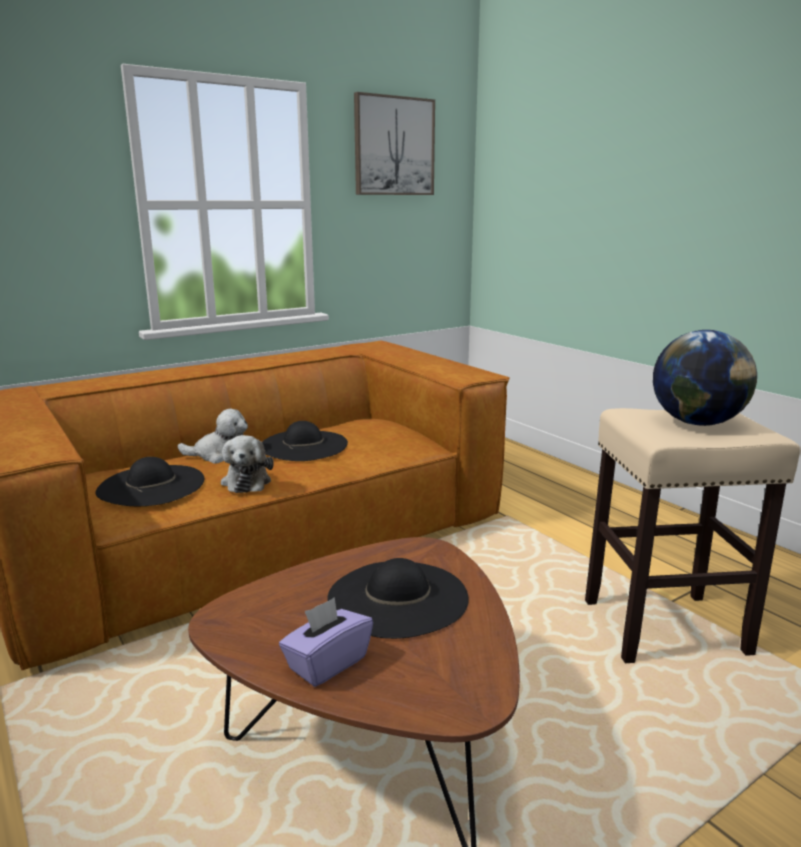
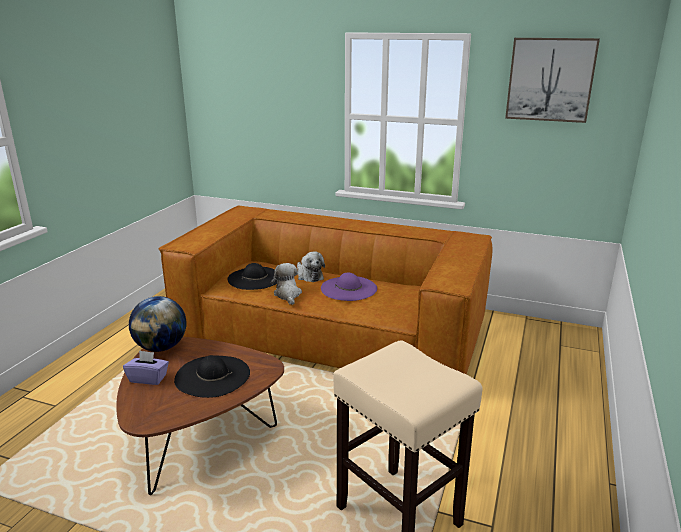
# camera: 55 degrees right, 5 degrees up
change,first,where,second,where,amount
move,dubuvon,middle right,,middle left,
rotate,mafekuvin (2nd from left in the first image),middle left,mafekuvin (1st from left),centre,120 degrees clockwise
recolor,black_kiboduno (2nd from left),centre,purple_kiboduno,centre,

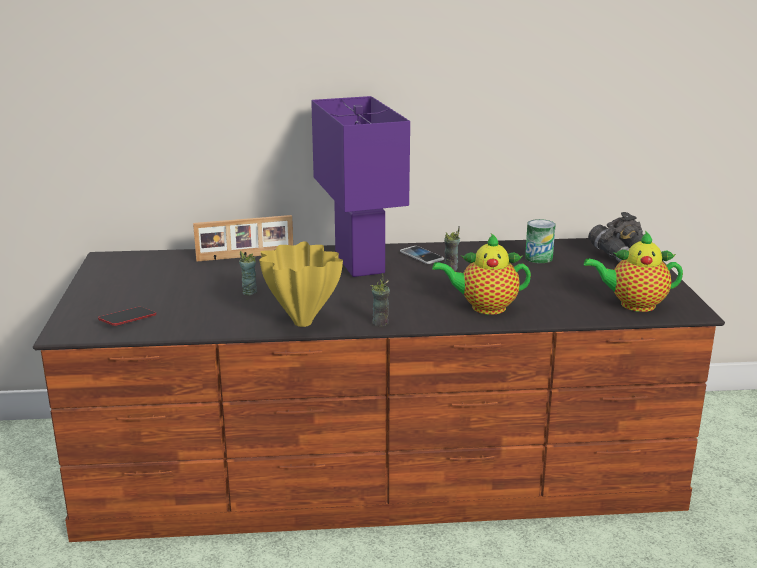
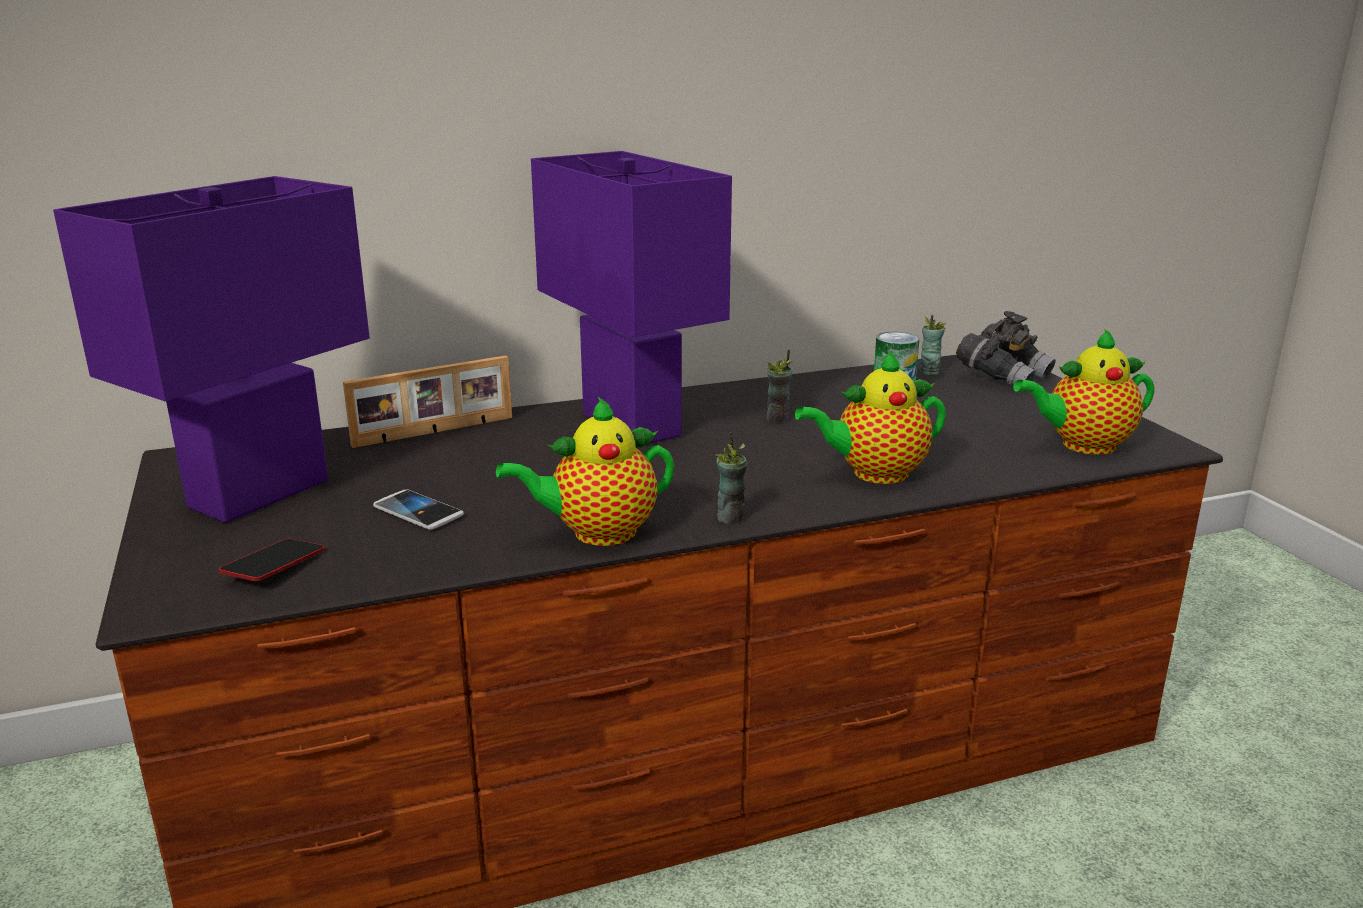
# camera: 15 degrees left, 0 degrees up
change,first,where,second,where,amount
insert,,,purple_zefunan (1st from left),middle left,
move,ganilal (2nd from left),centre,,middle left,
replace,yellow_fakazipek,centre,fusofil (1st from left),centre,
move,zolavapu (1st from left in the first image),middle left,zolavapu (3rd from left),middle right,

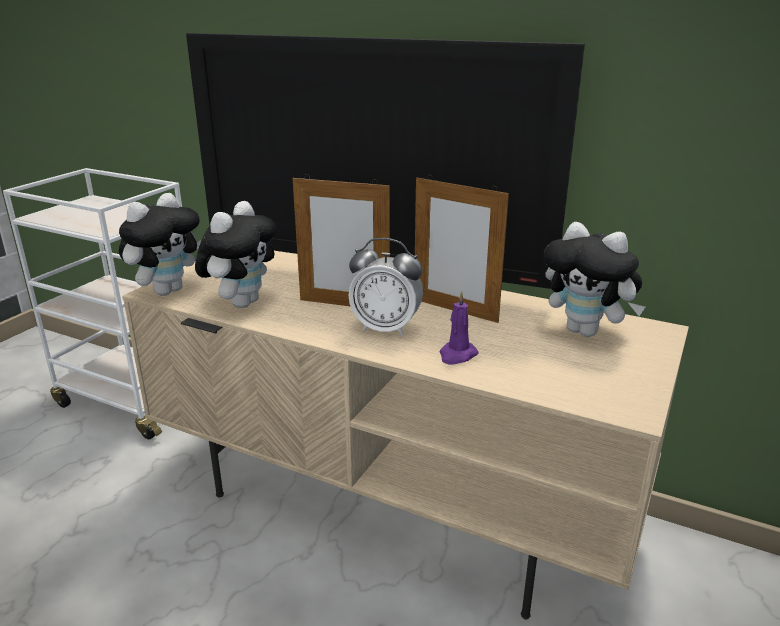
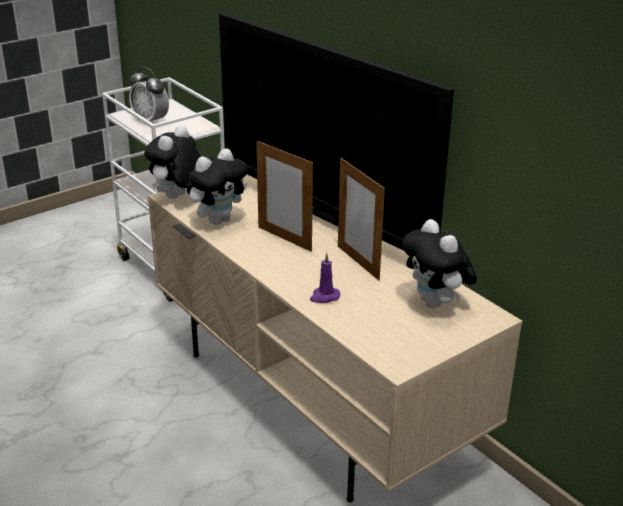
# camera: 25 degrees right, 5 degrees up
change,first,where,second,where,amount
move,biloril,centre,,top left,
rotate,mafekuvin (1st from left),middle left,,top left,150 degrees clockwise

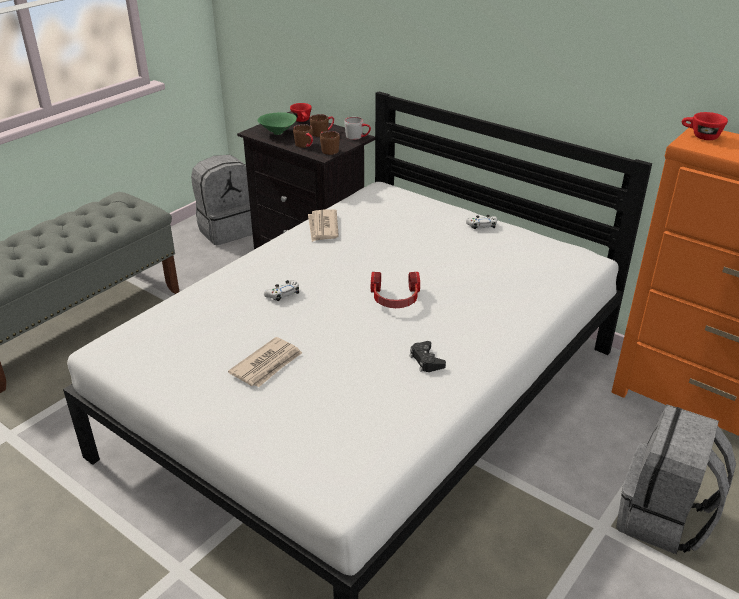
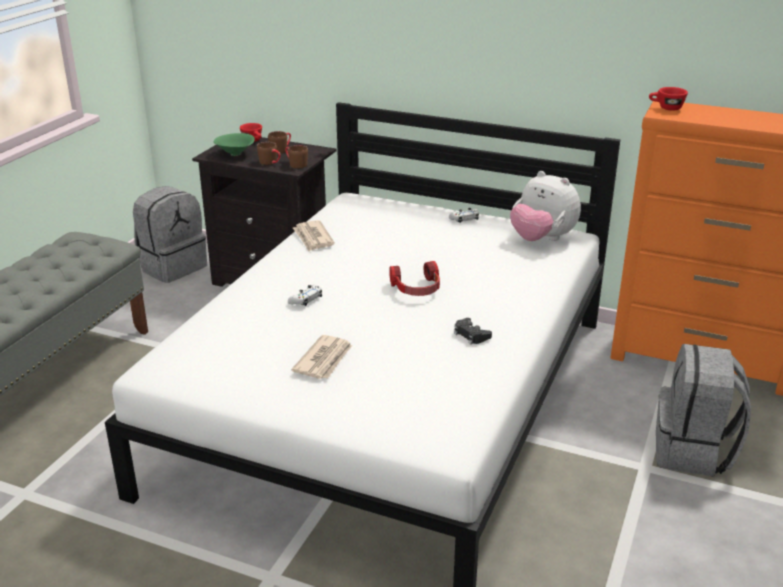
# camera: 15 degrees left, 5 degrees down
change,first,where,second,where,amount
insert,,,mafekuvin,middle right,
delete,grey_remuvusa,top centre,,,

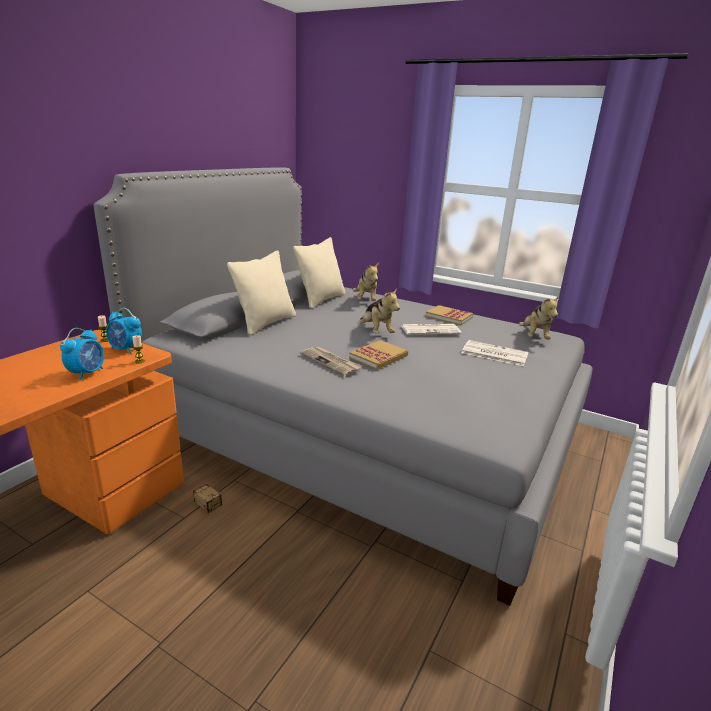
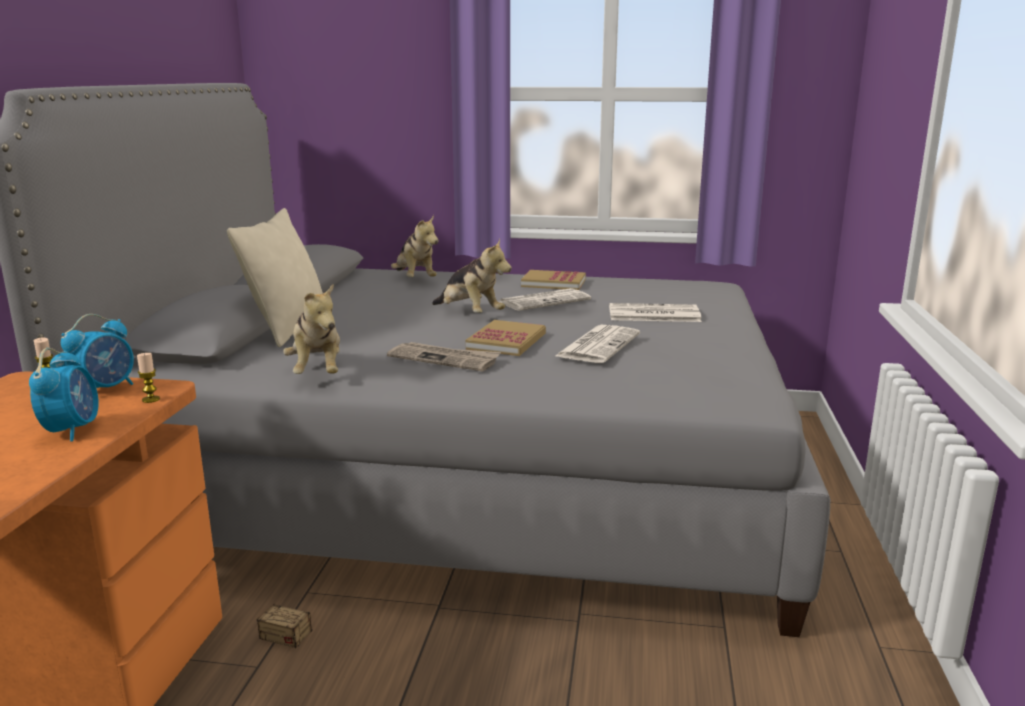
# camera: 20 degrees left, 5 degrees down
change,first,where,second,where,amount
rotate,biloril (2nd from left),middle left,,middle left,60 degrees counterclockwise
move,mafekuvin (3rd from left in the first image),middle right,mafekuvin (1st from left),middle left,
insert,,,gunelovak (3rd from left),centre,
delete,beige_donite (2nd from left),centre,,,

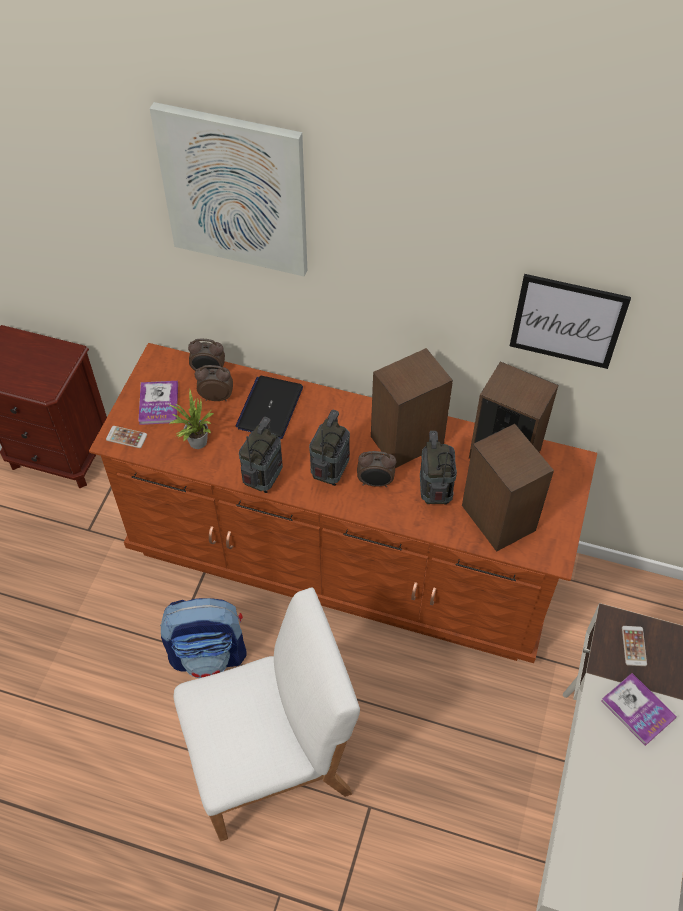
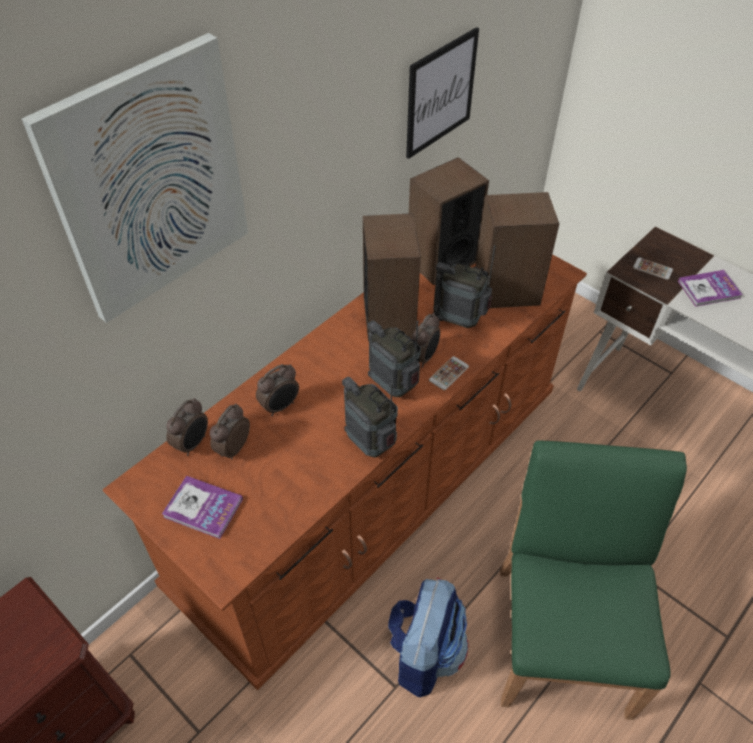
# camera: 65 degrees left, 5 degrees down
change,first,where,second,where,amount
replace,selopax,centre,biloril (3rd from left),centre,
move,ganilal (1st from left),middle left,,centre,
recolor,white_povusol,bottom centre,green_povusol,bottom right,
delete,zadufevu,middle left,,,

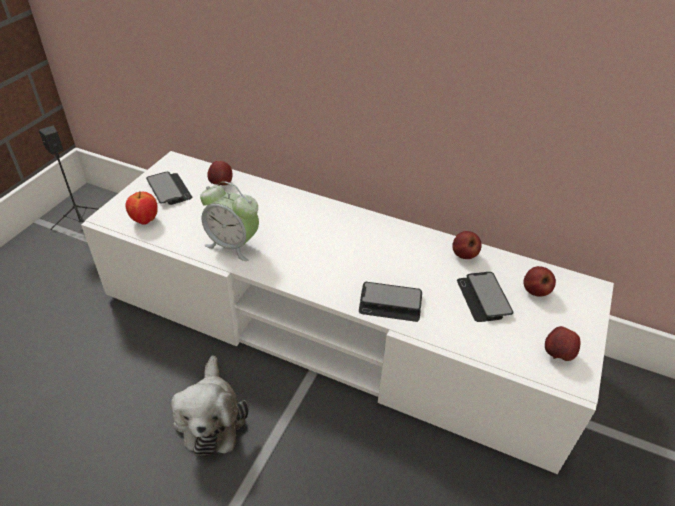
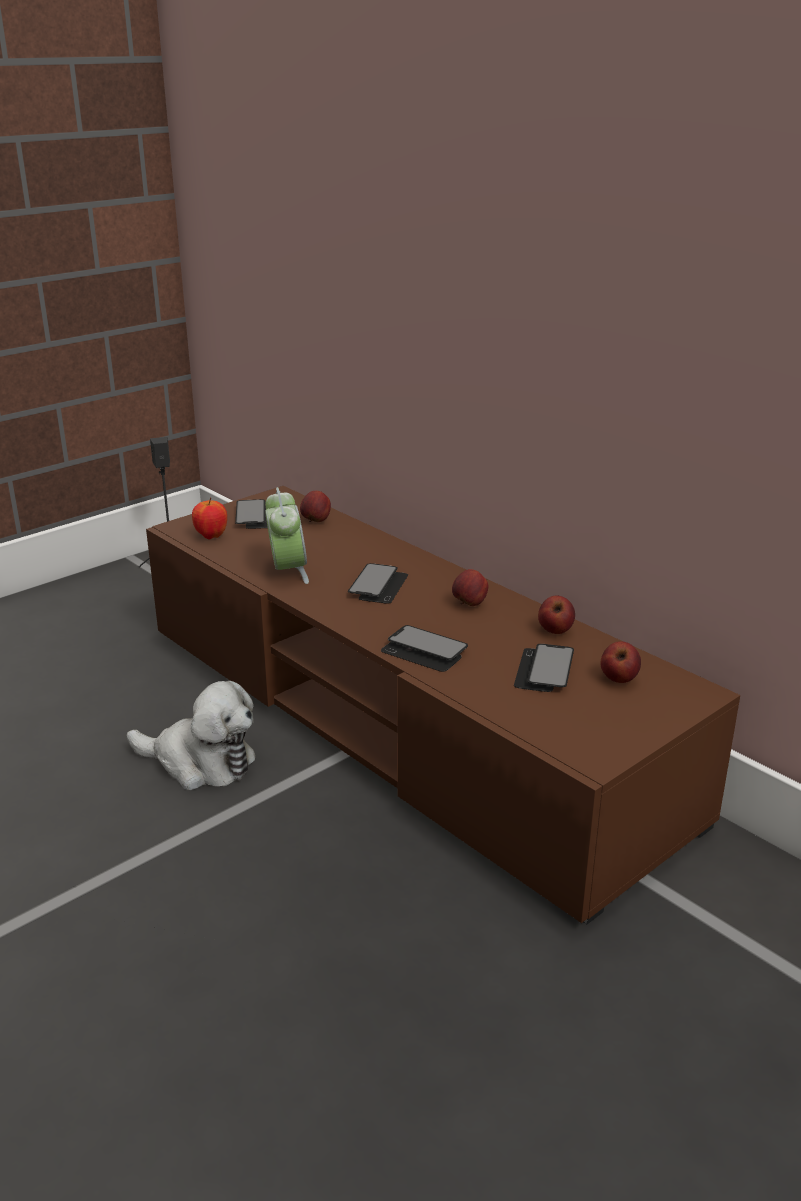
# camera: 25 degrees right, 15 degrees down
change,first,where,second,where,amount
rotate,mafekuvin,bottom left,,middle left,90 degrees counterclockwise
recolor,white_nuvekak,centre,brown_nuvekak,centre,
rotate,biloril,centre,,centre,150 degrees counterclockwise
insert,,,ganilal (2nd from left),centre,
move,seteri (5th from left in the first image),bottom right,seteri (3rd from left),centre,

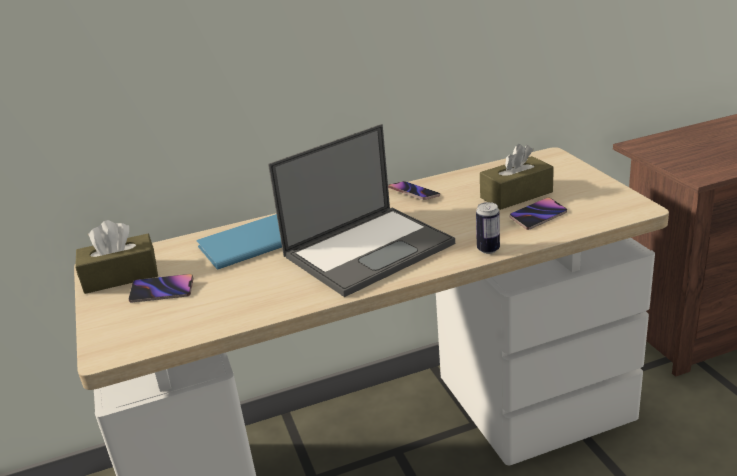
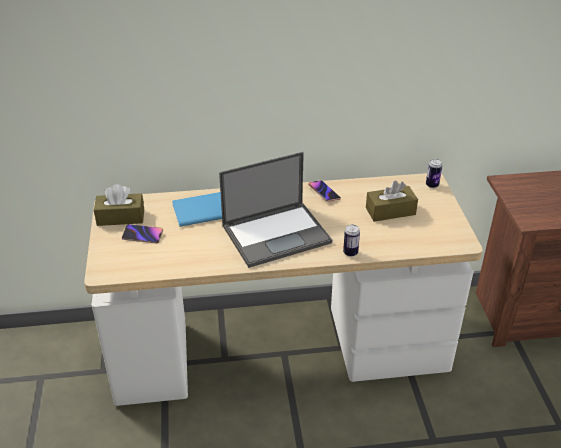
# camera: 10 degrees right, 10 degrees up
change,first,where,second,where,amount
insert,,,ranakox (2nd from left),middle right,
delete,ganilal (3rd from left),middle right,,,

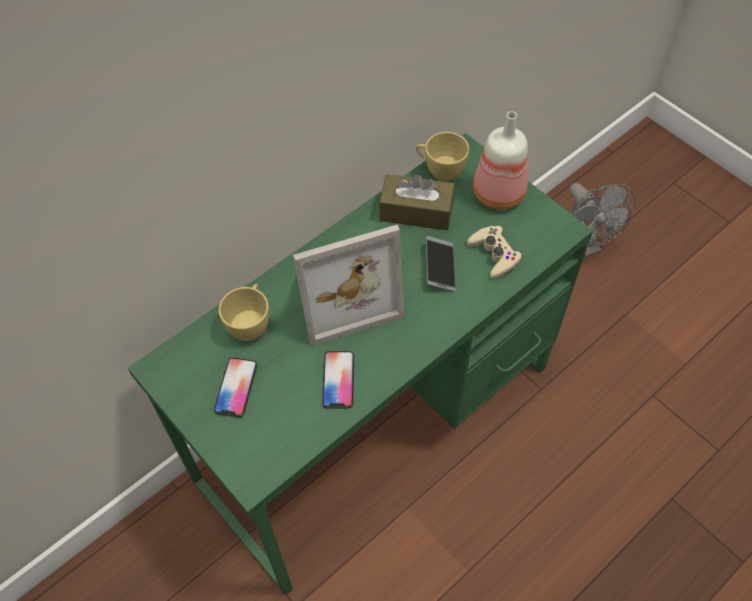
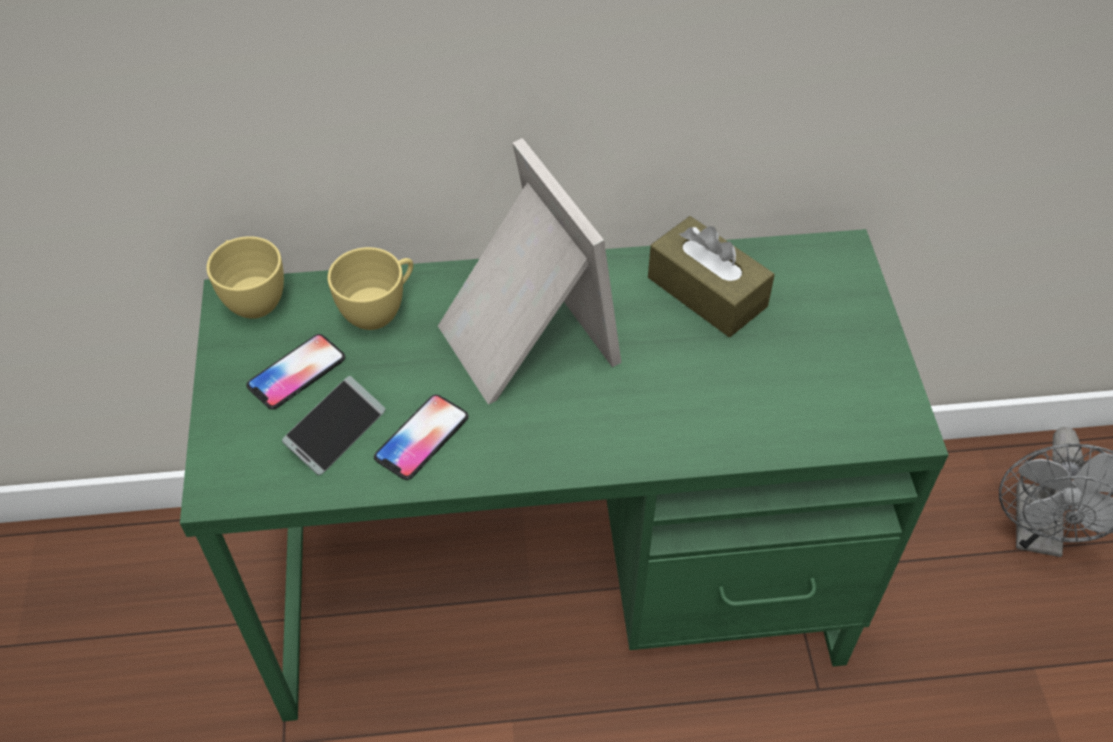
# camera: 35 degrees right, 5 degrees down
change,first,where,second,where,amount
move,yellow_zolavapu (2nd from left in the first image),top centre,yellow_zolavapu (1st from left),middle left,
move,ganilal (3rd from left in the first image),centre,ganilal (2nd from left),middle left,
rotate,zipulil,centre,,centre,135 degrees counterclockwise
delete,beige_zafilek,centre,,,
delete,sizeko,top centre,,,

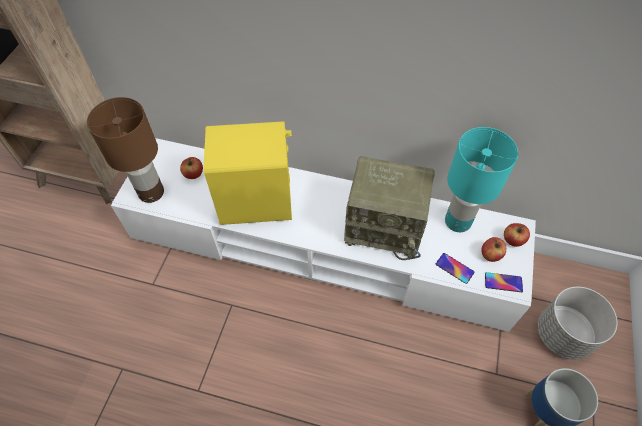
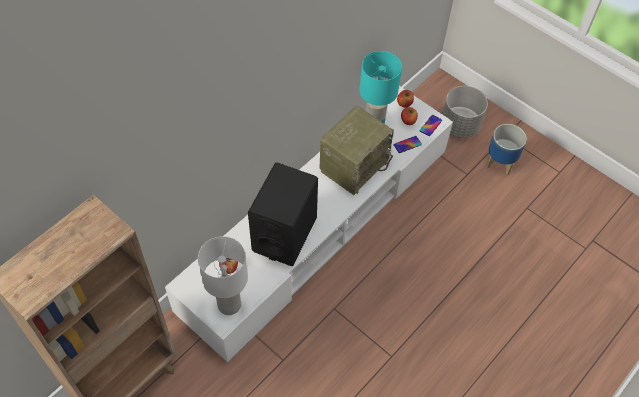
# camera: 65 degrees left, 0 degrees up
change,first,where,second,where,amount
recolor,brown_zefunan,middle left,white_zefunan,bottom centre,
recolor,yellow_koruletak,centre,black_koruletak,centre,

